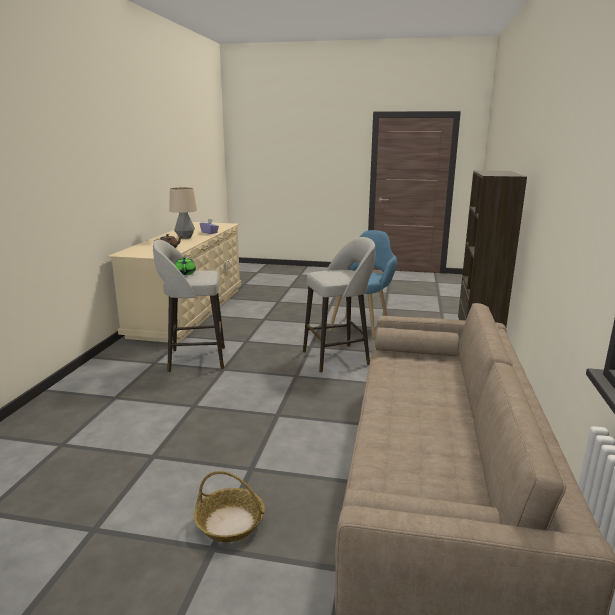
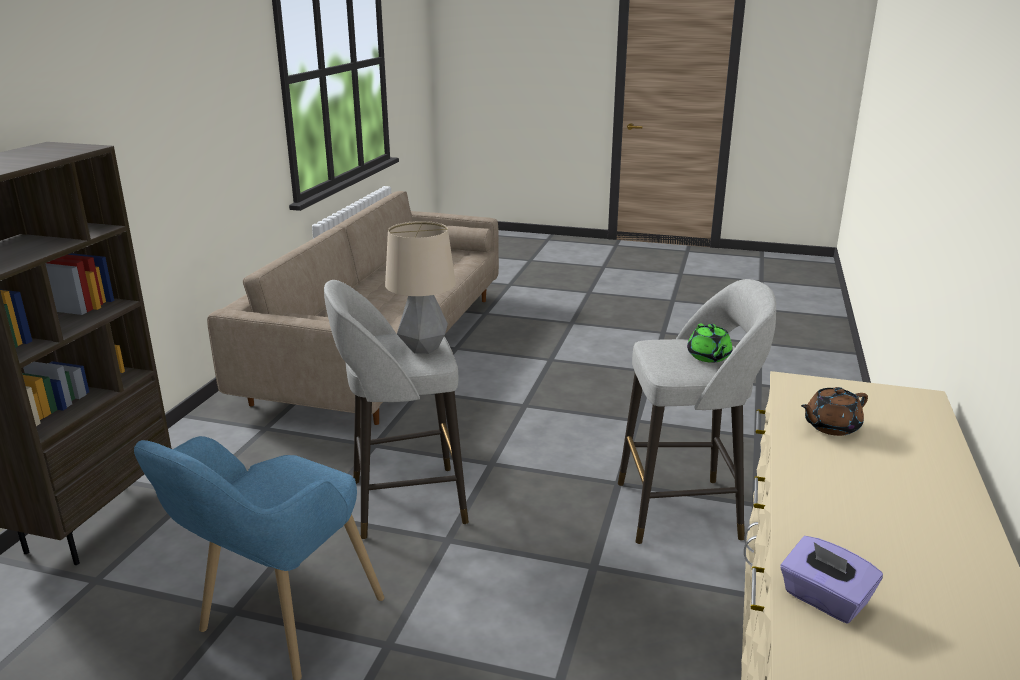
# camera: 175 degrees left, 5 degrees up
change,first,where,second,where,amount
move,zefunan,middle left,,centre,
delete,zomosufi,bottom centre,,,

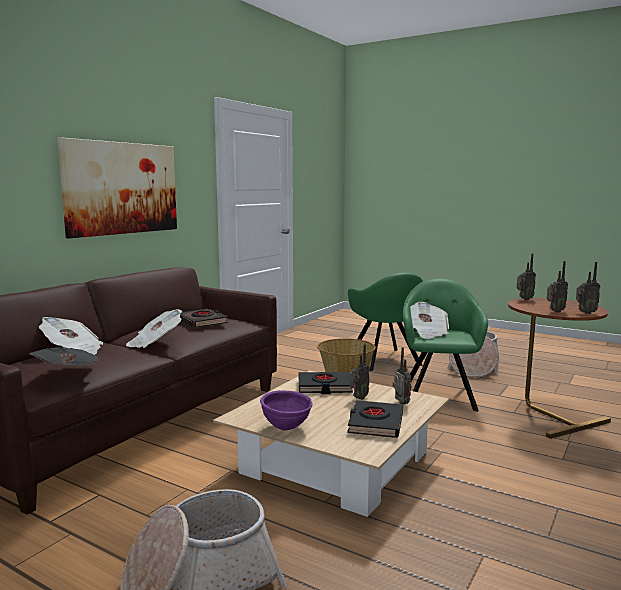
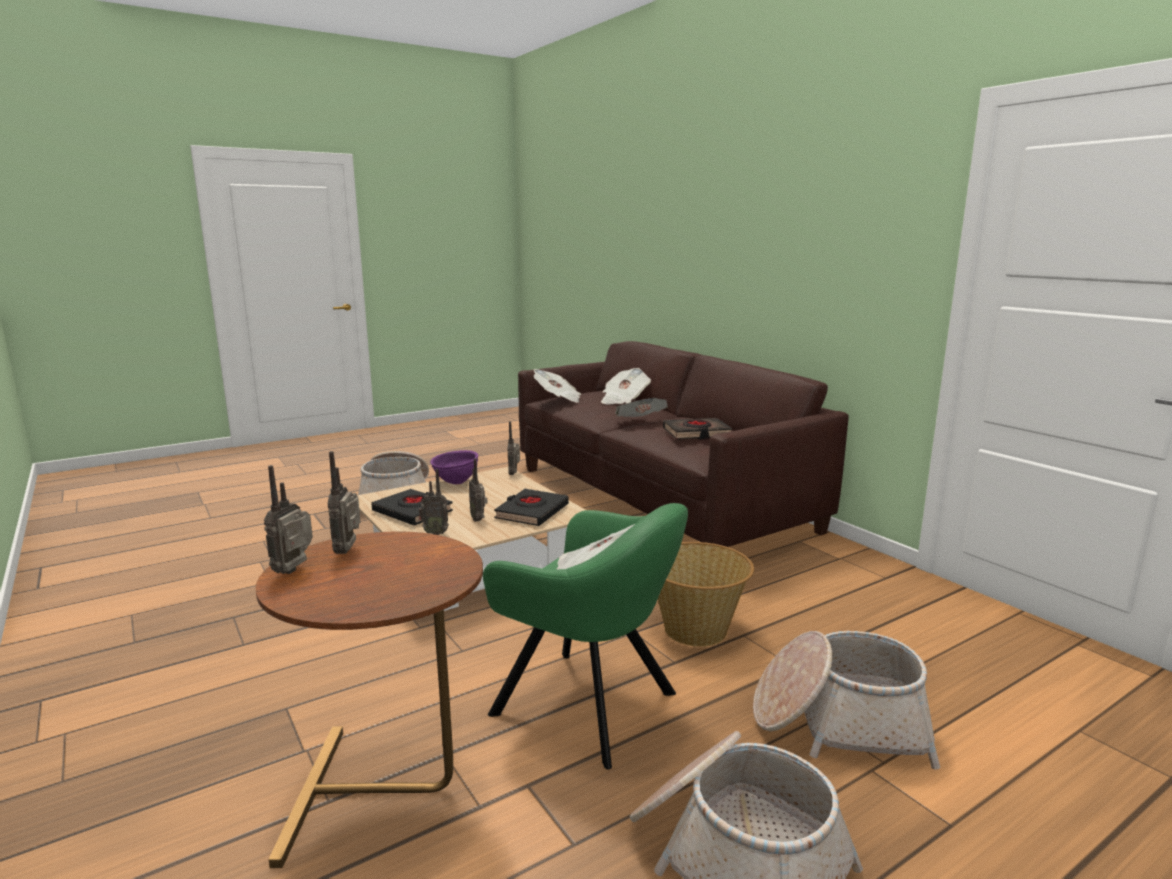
# camera: 115 degrees right, 5 degrees up
change,first,where,second,where,amount
move,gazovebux (3rd from left in the first image),middle right,gazovebux (5th from left),centre,
replace,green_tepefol (1st from left),centre,zomosufi (4th from left),bottom right,
delete,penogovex,top left,,,

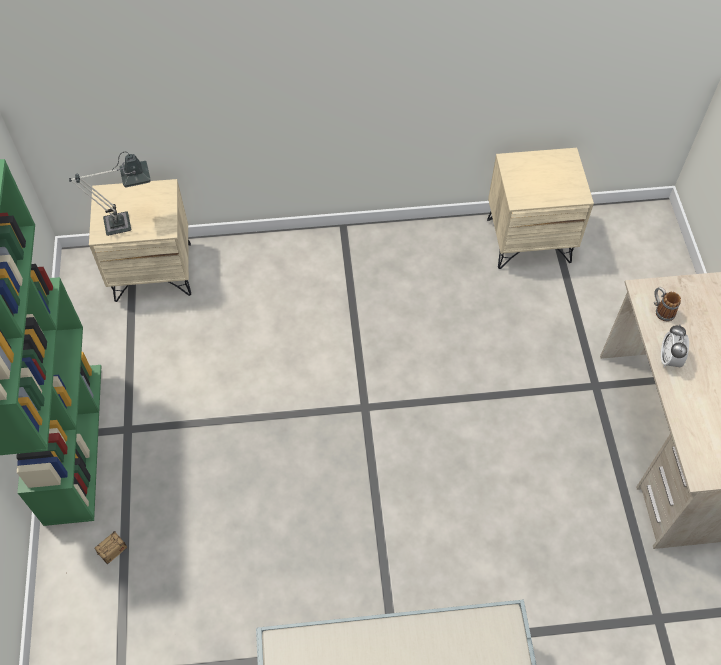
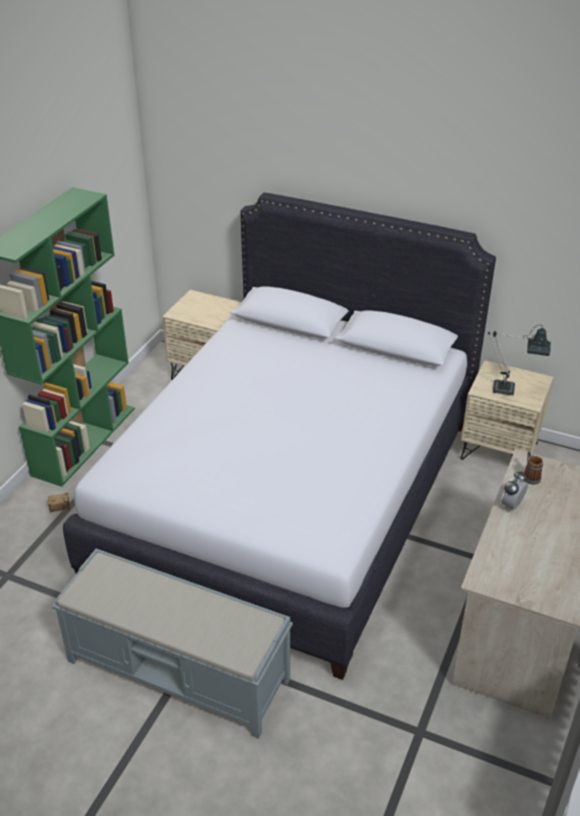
# camera: 30 degrees right, 20 degrees down
change,first,where,second,where,amount
insert,,,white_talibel,centre,
move,zefunan,top left,,middle right,

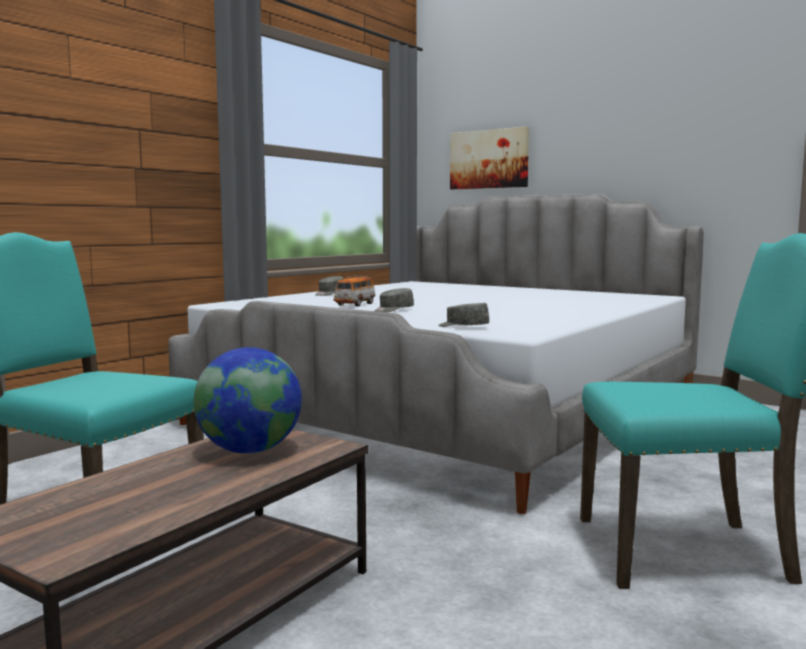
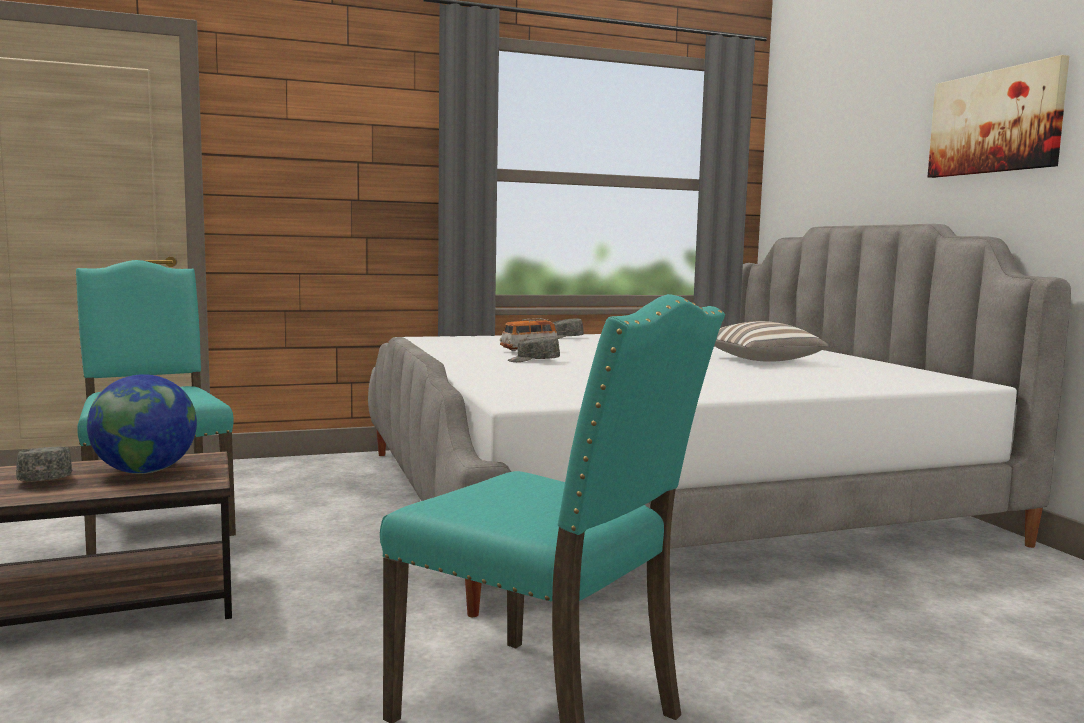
# camera: 35 degrees right, 0 degrees up
change,first,where,second,where,amount
move,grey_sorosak (3rd from left in the first image),centre,grey_sorosak (1st from left),middle left,
insert,,,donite,middle right,
move,penogovex,top centre,,top right,

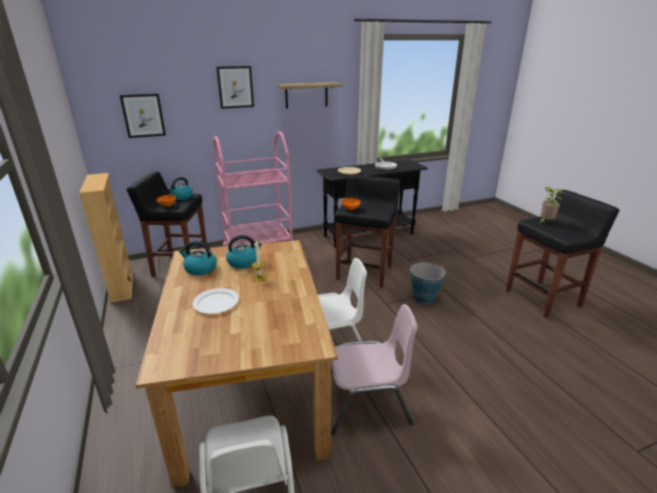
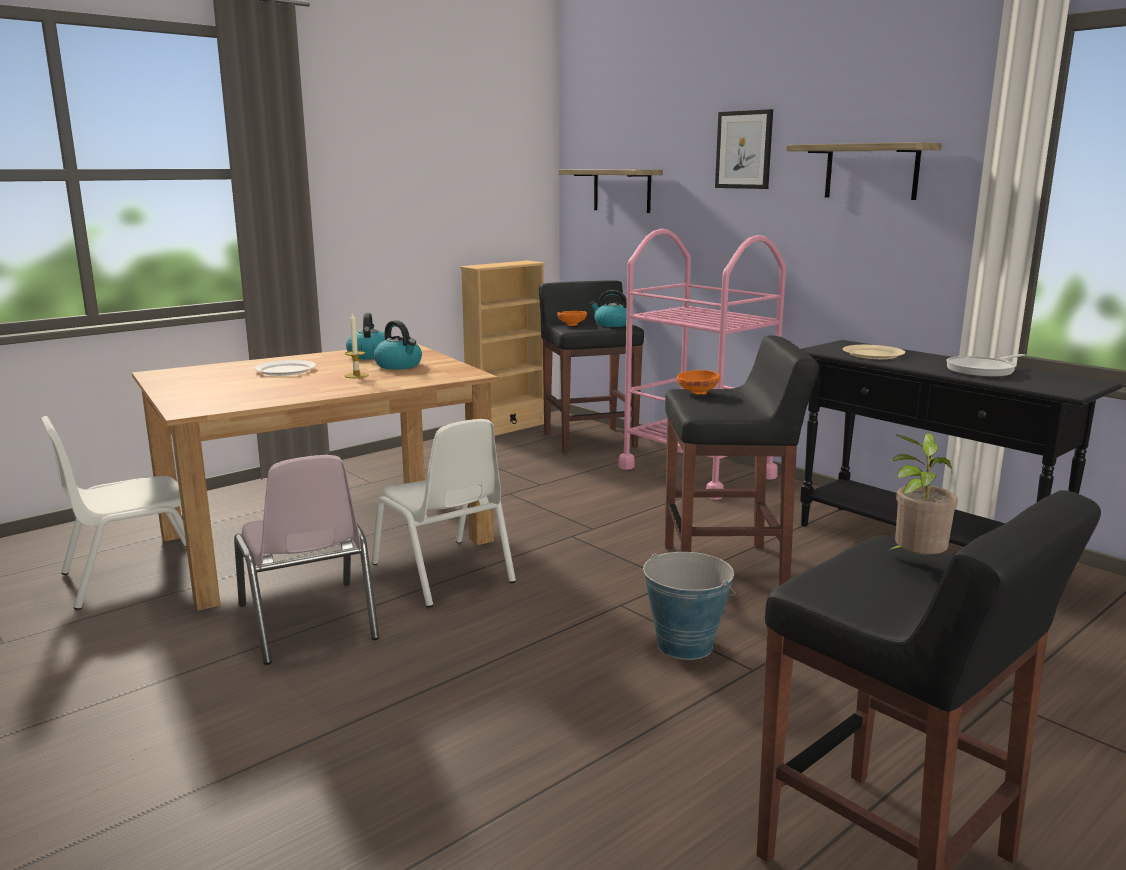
# camera: 70 degrees right, 10 degrees down
change,first,where,second,where,amount
replace,penogovex (1st from left),top left,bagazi (1st from left),top centre,

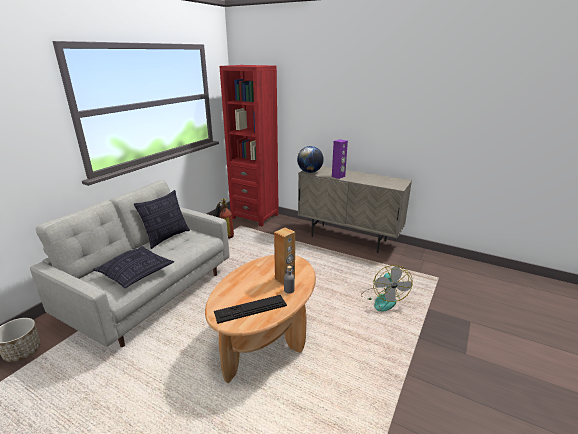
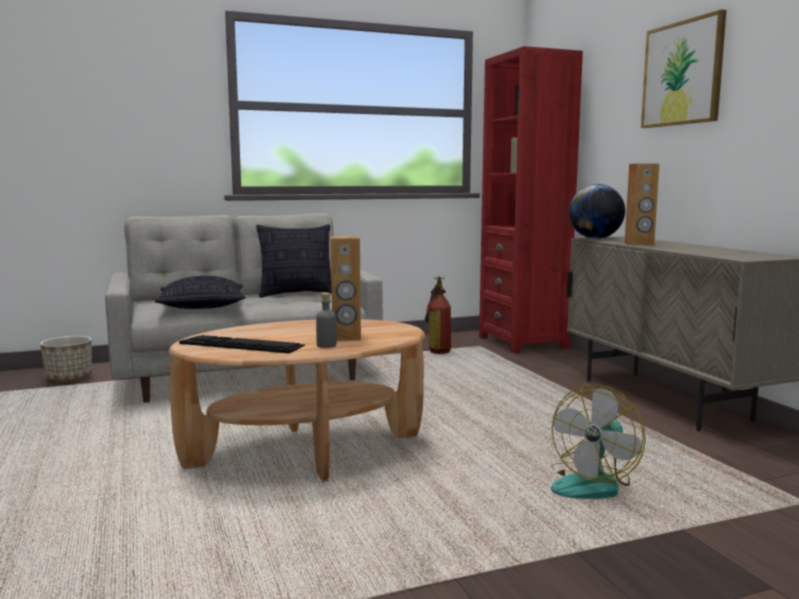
# camera: 40 degrees right, 15 degrees down
change,first,where,second,where,amount
recolor,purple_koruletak,centre,brown_koruletak (2nd from left),middle right,
insert,,,penogovex,top right,

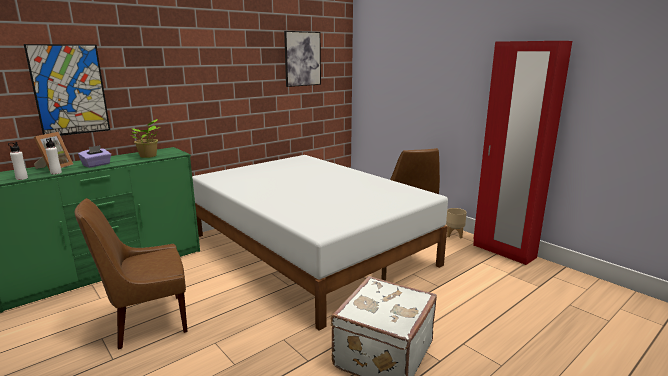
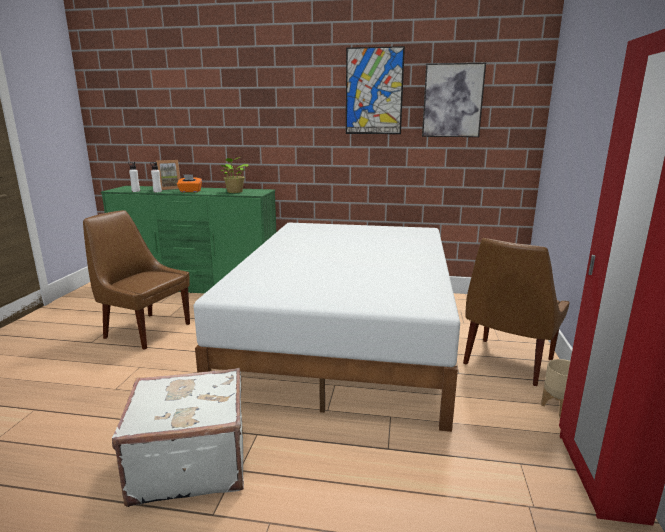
# camera: 50 degrees right, 0 degrees up
change,first,where,second,where,amount
recolor,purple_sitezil,middle left,orange_sitezil,middle left,
move,penogovex (1st from left),top left,,top centre,

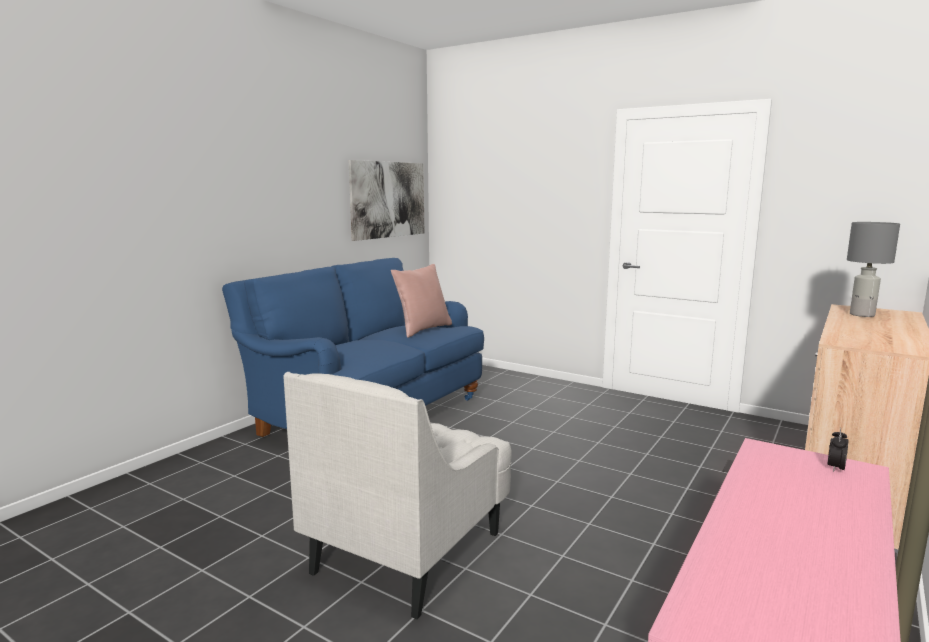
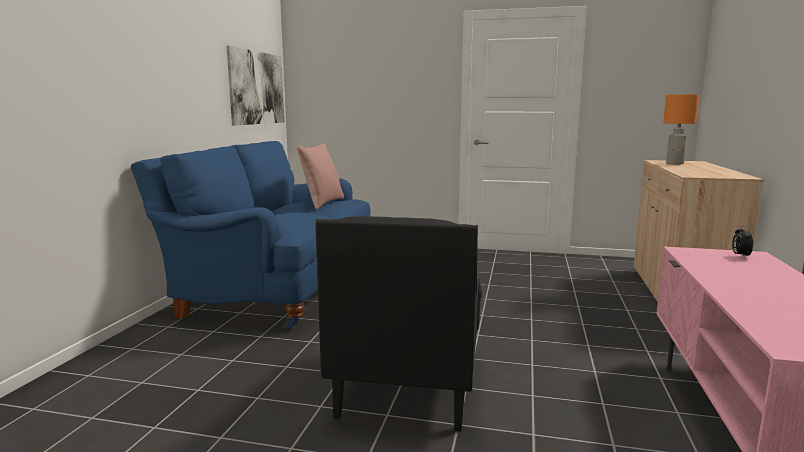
# camera: 20 degrees left, 0 degrees up
change,first,where,second,where,amount
recolor,white_tepefol,bottom centre,black_tepefol,bottom centre,
recolor,grey_zefunan,middle right,orange_zefunan,top right,

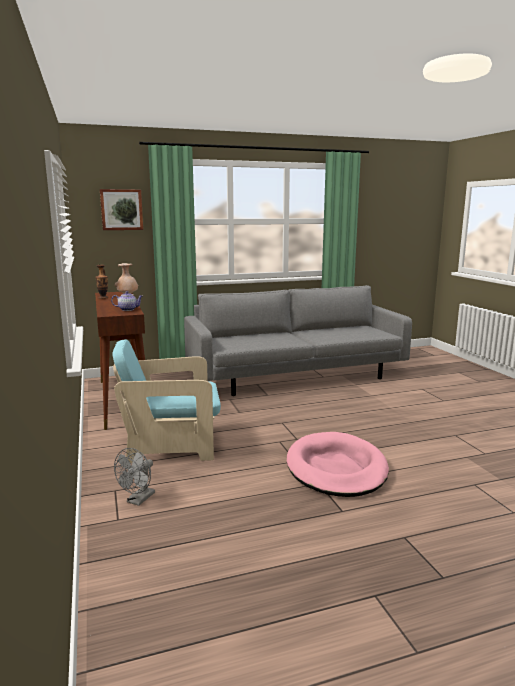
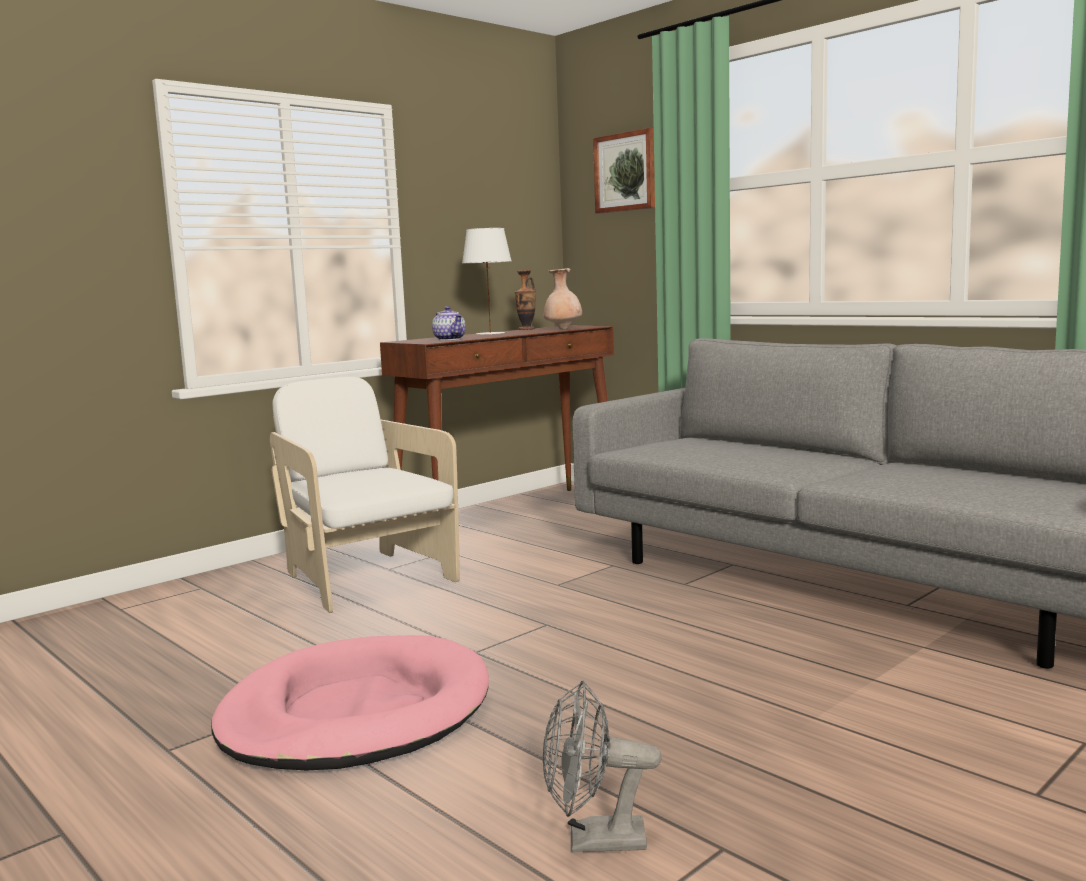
# camera: 65 degrees right, 5 degrees down
change,first,where,second,where,amount
recolor,turquoise_tepefol,middle left,white_tepefol,centre,
insert,,,white_zefunan,top centre,
move,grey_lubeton,bottom left,,bottom centre,

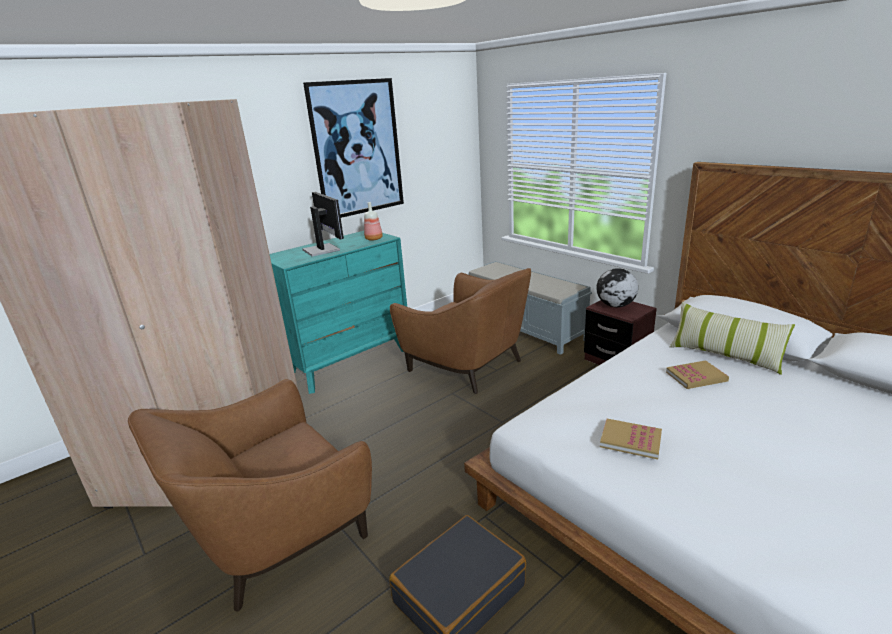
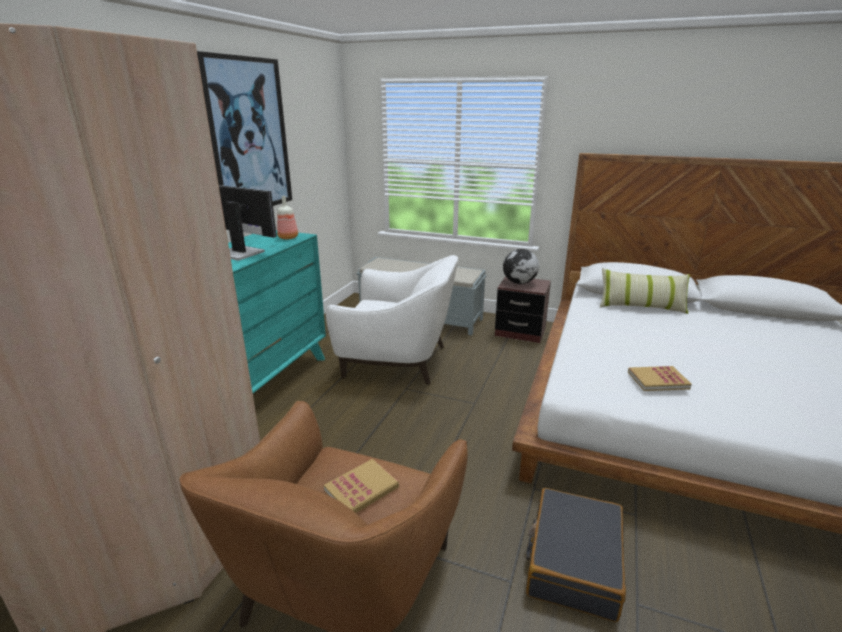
# camera: 30 degrees left, 0 degrees up
change,first,where,second,where,amount
move,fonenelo (2nd from left in the first image),middle right,fonenelo (1st from left),bottom centre,
recolor,brown_tepefol (2nd from left),centre,white_tepefol,centre,

